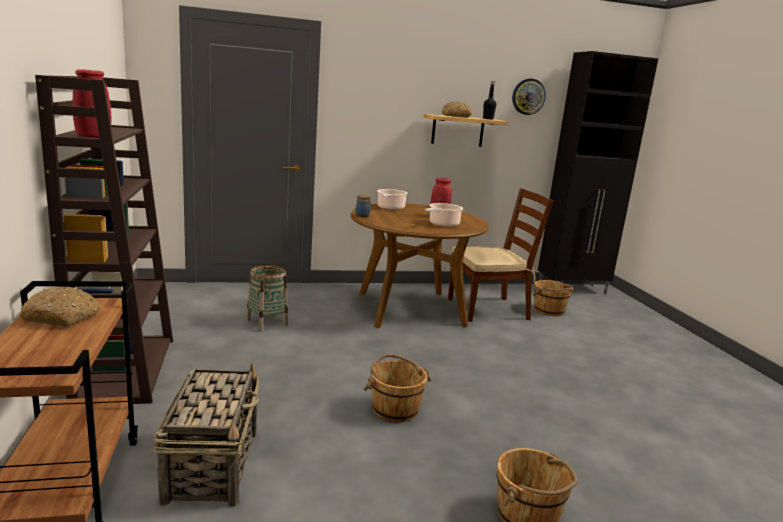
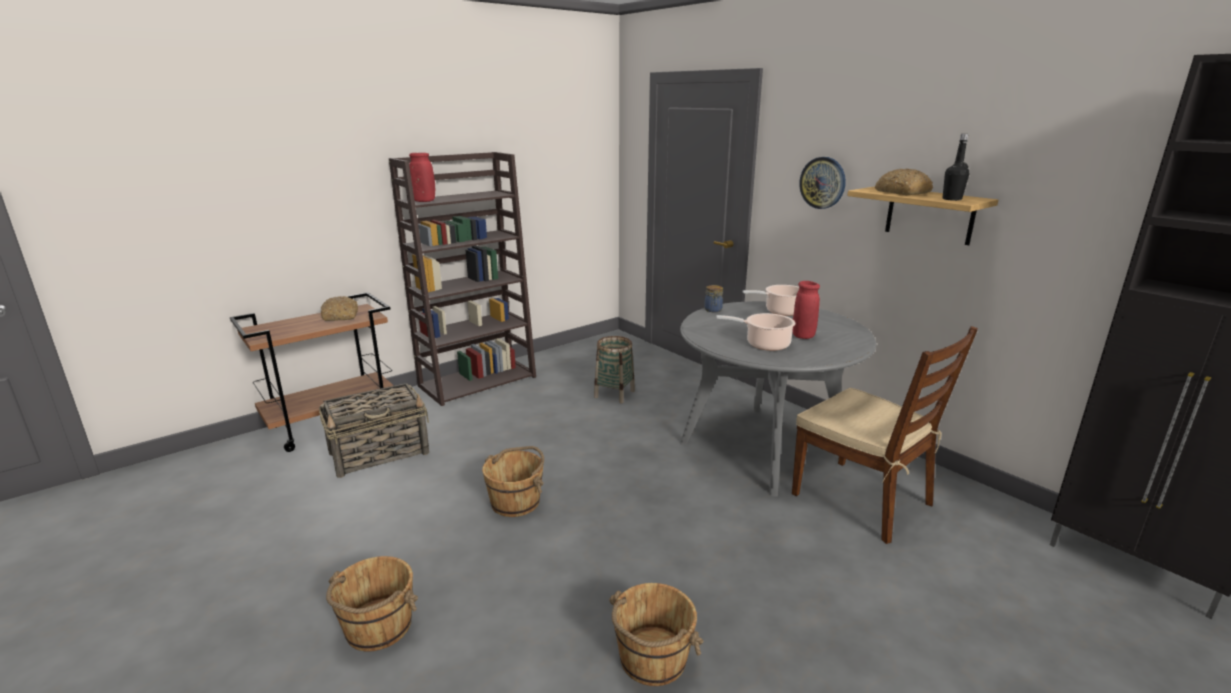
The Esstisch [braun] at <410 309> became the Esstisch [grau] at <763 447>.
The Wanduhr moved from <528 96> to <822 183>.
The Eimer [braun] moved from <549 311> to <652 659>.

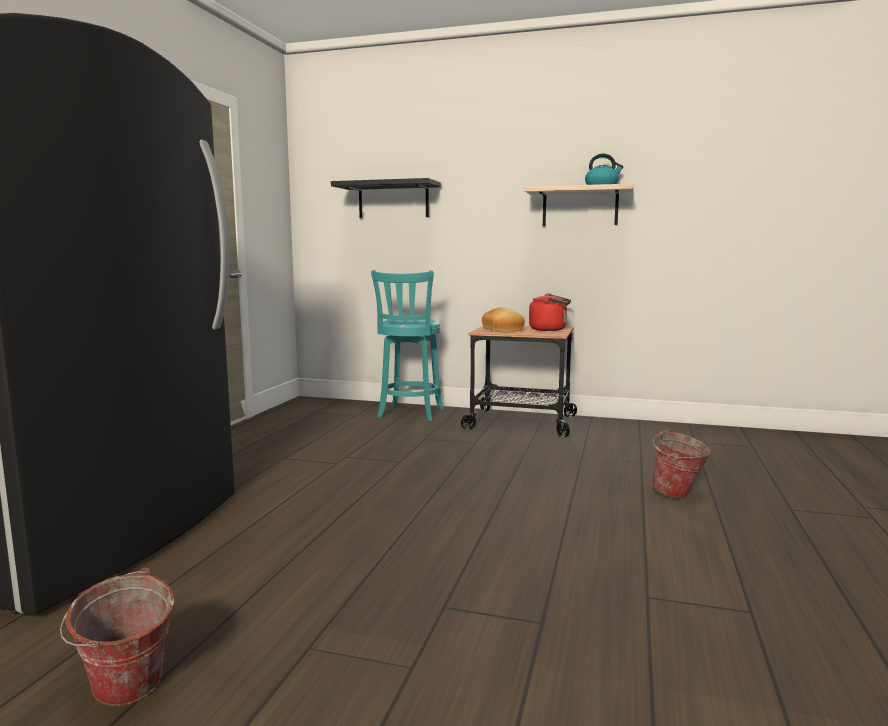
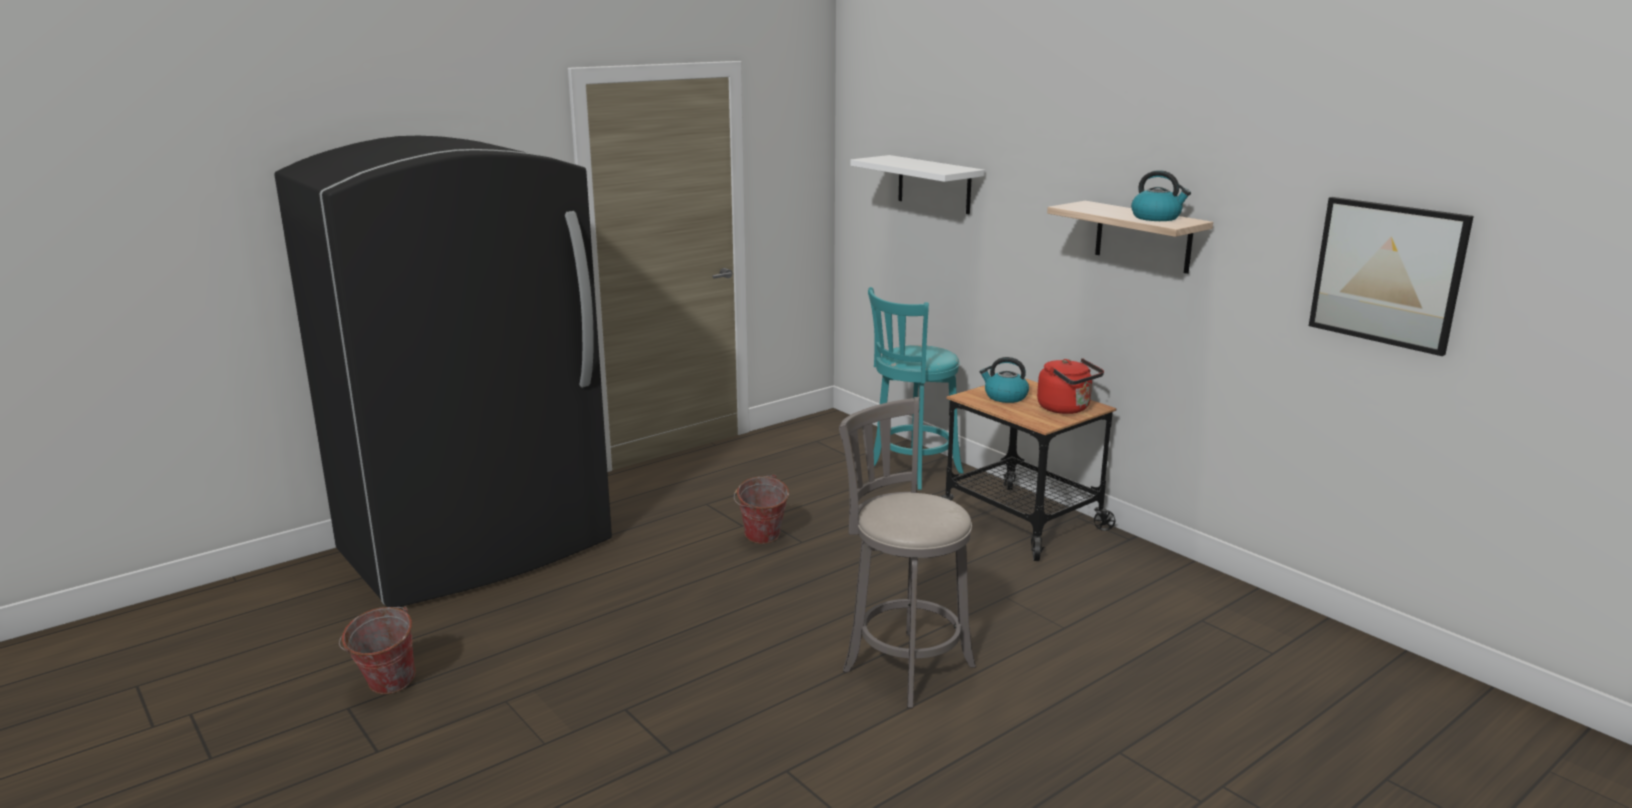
The Wandregal [schwarz] at <393 200> became the Wandregal [weiß] at <934 184>.
The Brot at <503 330> was replaced by the Wasserkessel at <1005 397>.
The Eimer moved from <678 495> to <761 540>.
The Hocker [grau] at <903 665> appeared.
The Bild at <1387 273> appeared.

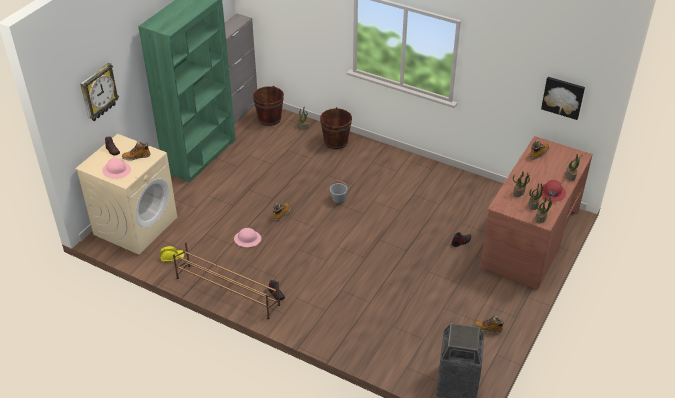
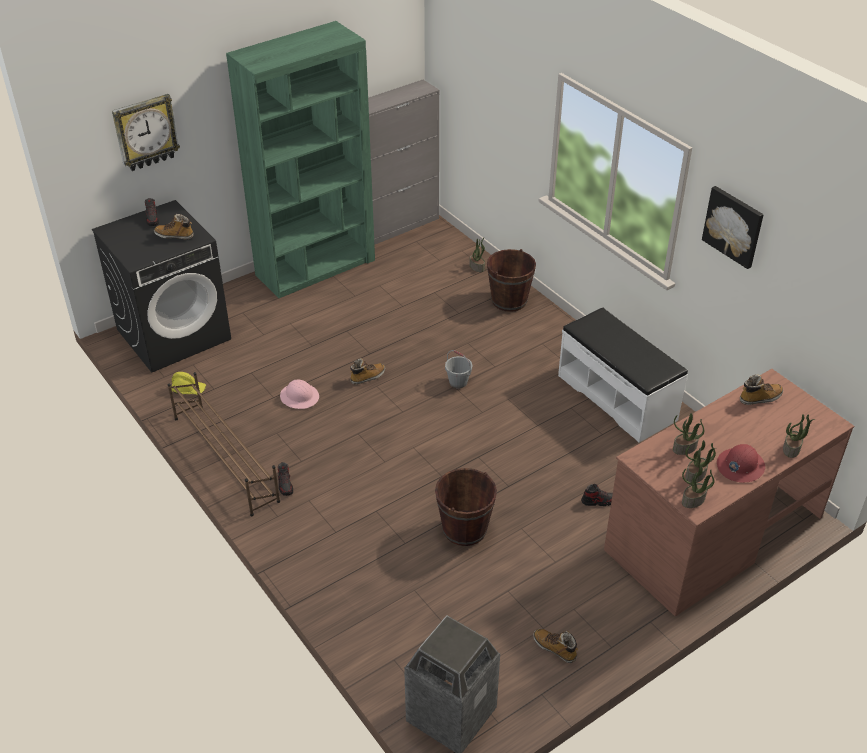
The Waschmaschine [beige] at <136 225> became the Waschmaschine [schwarz] at <174 334>.
The Schutzhelm [rosa] at <116 170> disappeared.
The Eimer [braun] moved from <269 119> to <464 529>.
The Bild moved from <563 97> to <734 226>.
The Bank [weiß] at <617 397> appeared.

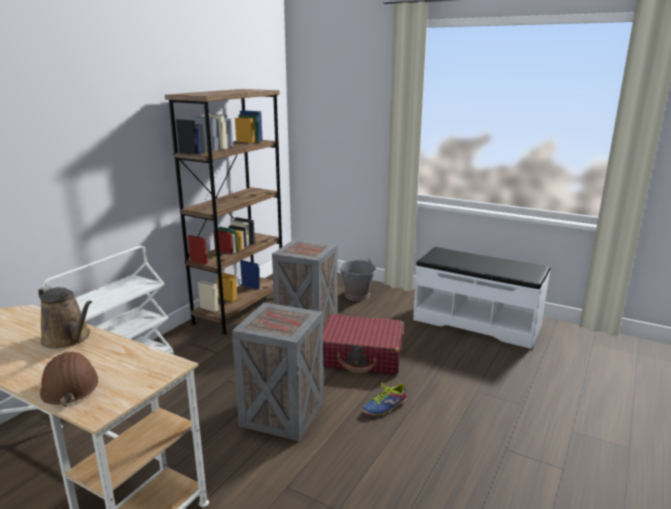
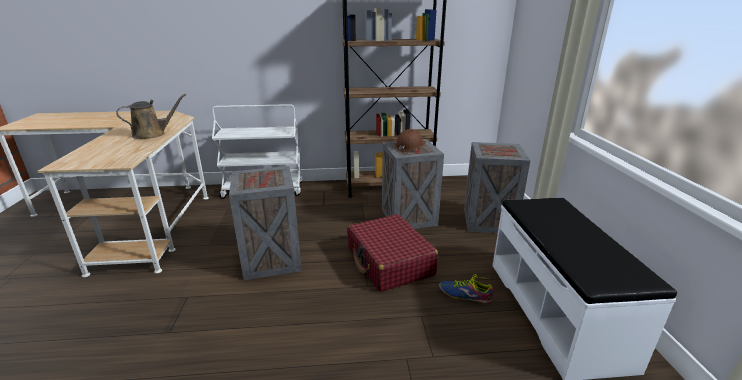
The Gießkanne [braun] at <69 338> turned 120 degrees counterclockwise.
The Schutzhelm [braun] moved from <70 385> to <410 146>.
The Eimer [grau] at <356 295> was replaced by the Kiste at <487 220>.
The Schuh moved from <385 406> to <465 295>.

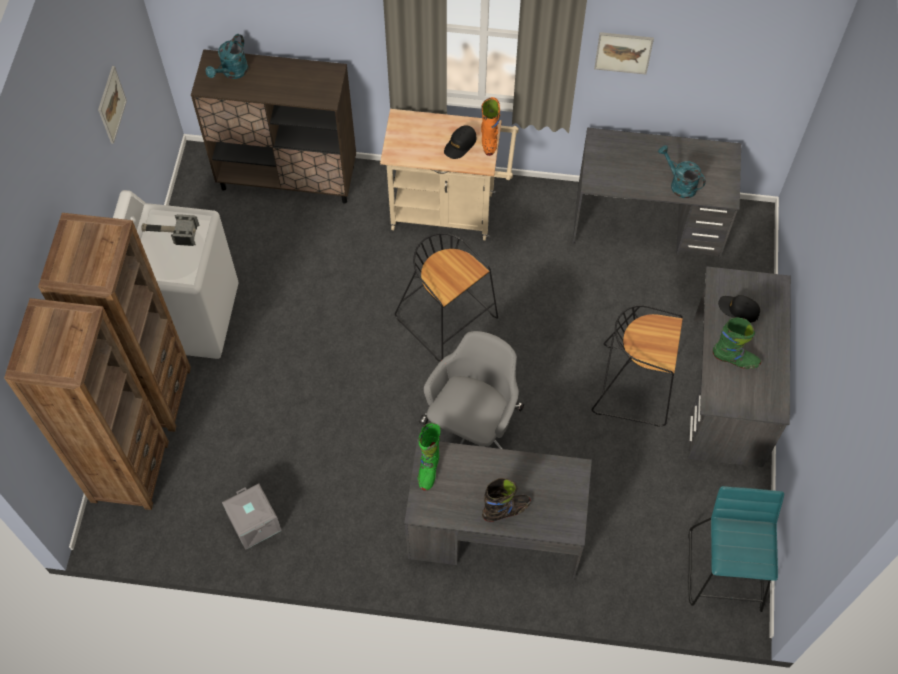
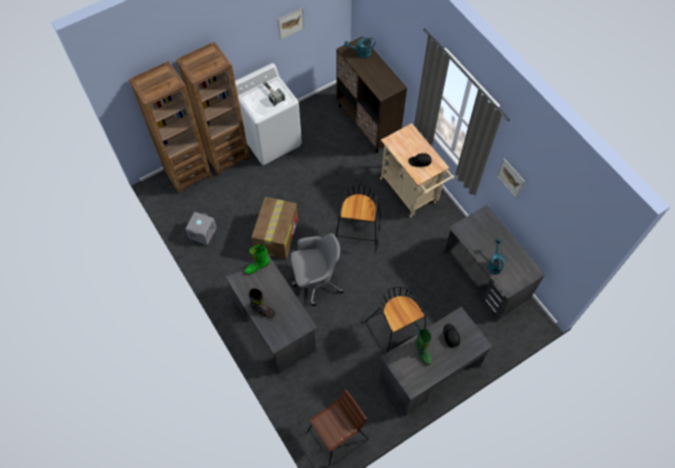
The Stiefel [orange] at <489 139> disappeared.
The Hocker [türkis] at <726 570> became the Hocker [braun] at <337 435>.
The Karton at <276 235> appeared.

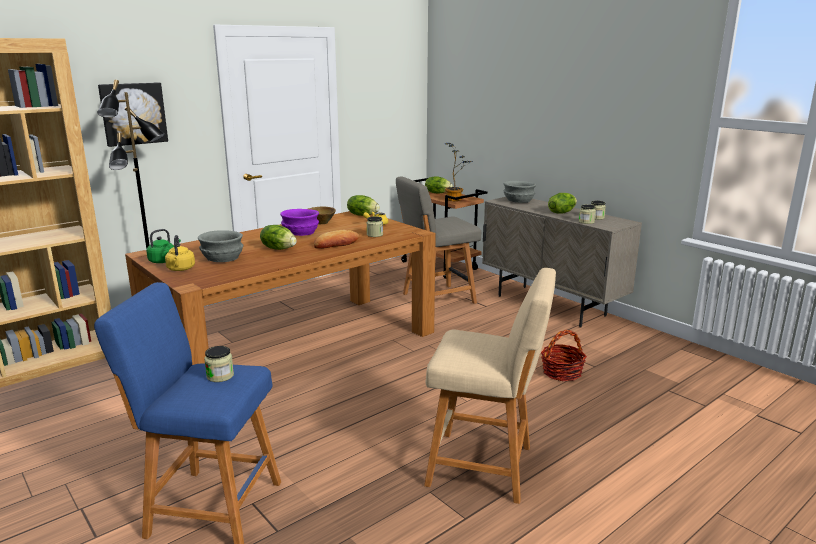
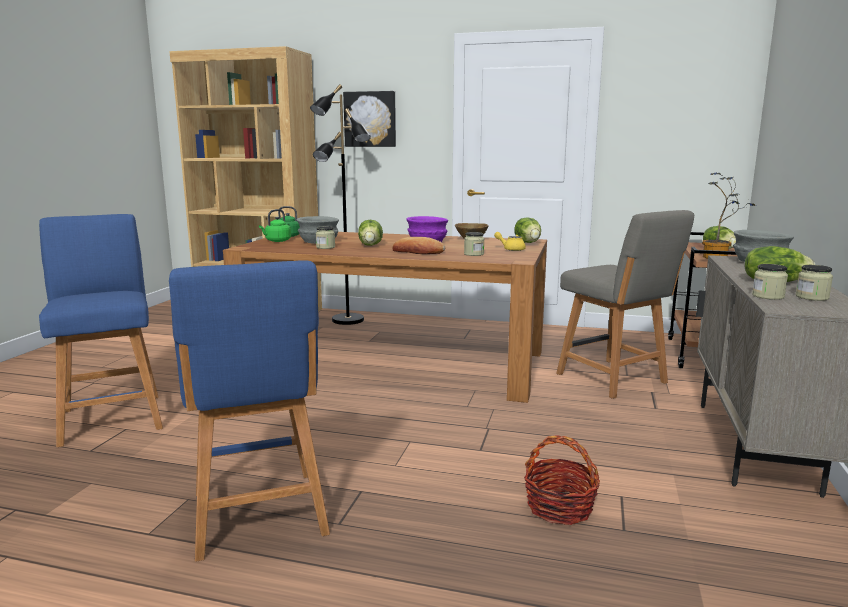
The Wasserkessel [gelb] at <180 269> became the Wasserkessel [grün] at <277 241>.
The Vorratsglas moved from <220 376> to <325 247>.
The Stuhl [grau] at <436 299> turned 150 degrees counterclockwise.
The Hocker [beige] at <486 467> became the Hocker [blau] at <259 517>.

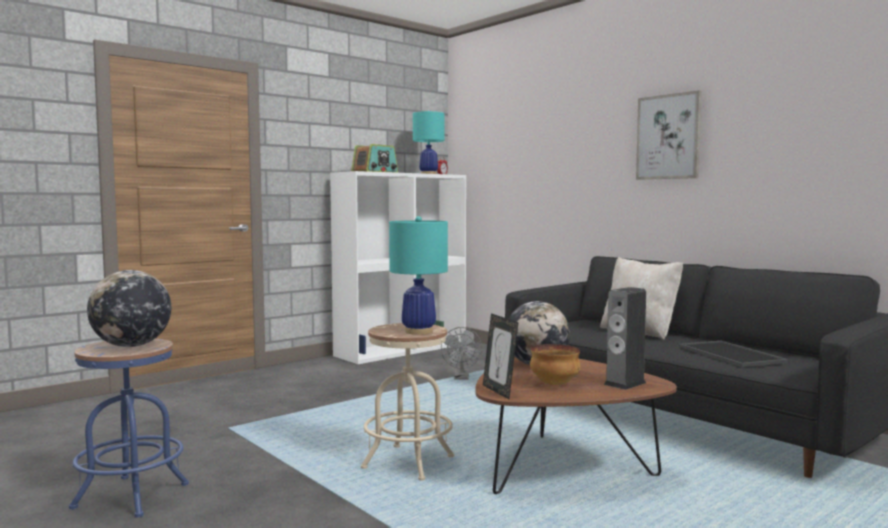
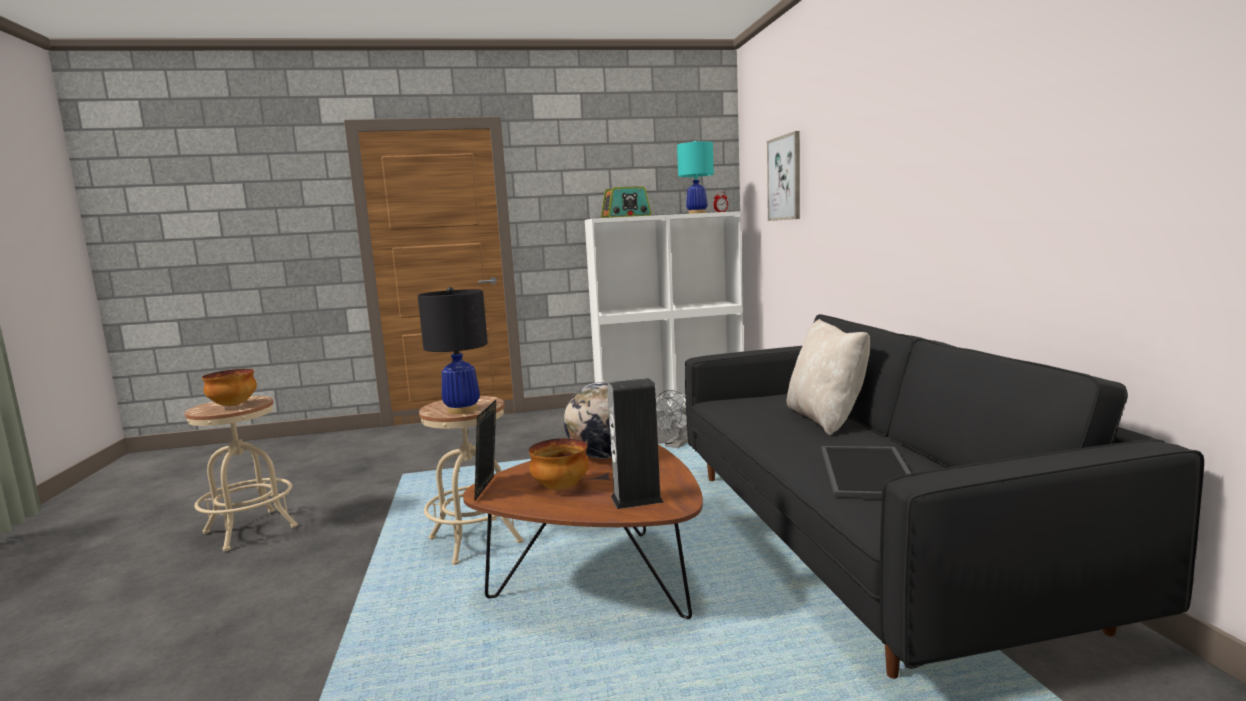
The Hocker [blau] at <131 496> became the Hocker [beige] at <250 530>.
The Globus at <131 346> was replaced by the Schüssel at <233 405>.
The Tischlampe [türkis] at <418 331> became the Tischlampe [schwarz] at <462 409>.
The Bild moved from <668 137> to <785 178>.

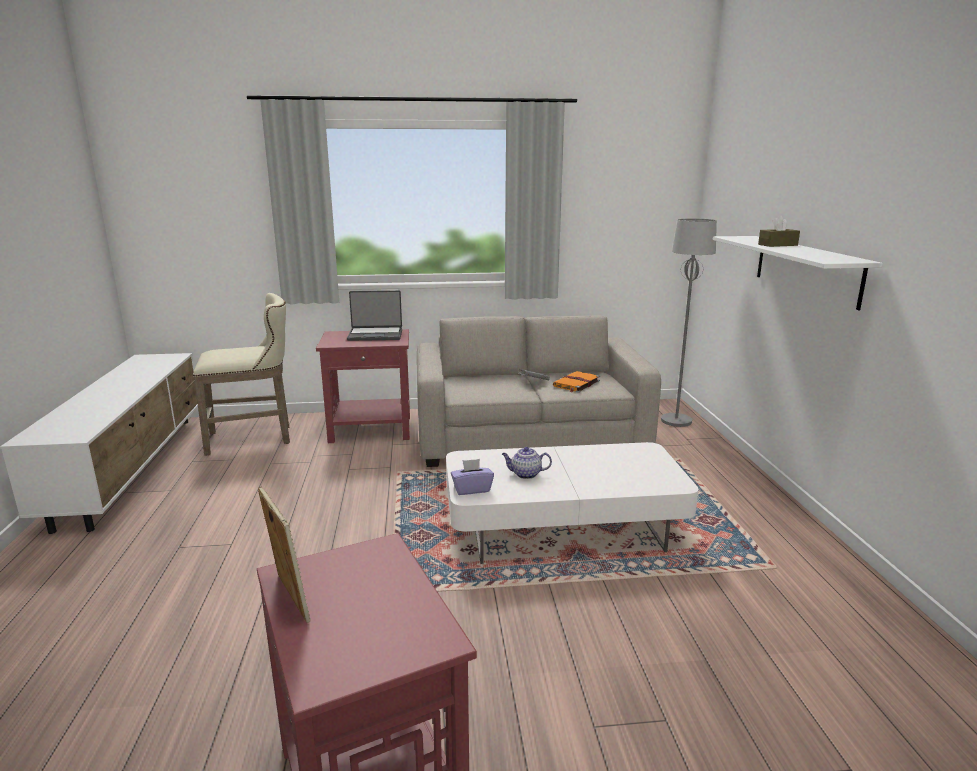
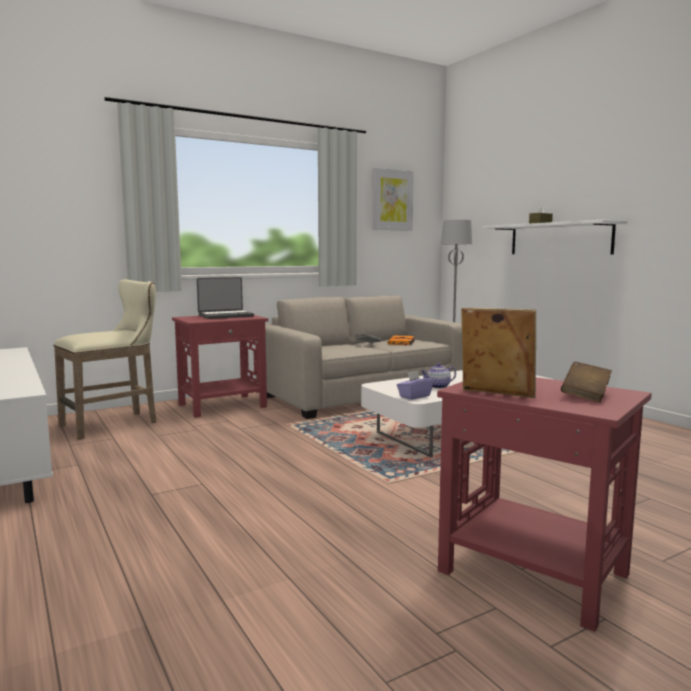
The Bild at <392 200> appeared.
The Buch [braun] at <585 395> appeared.

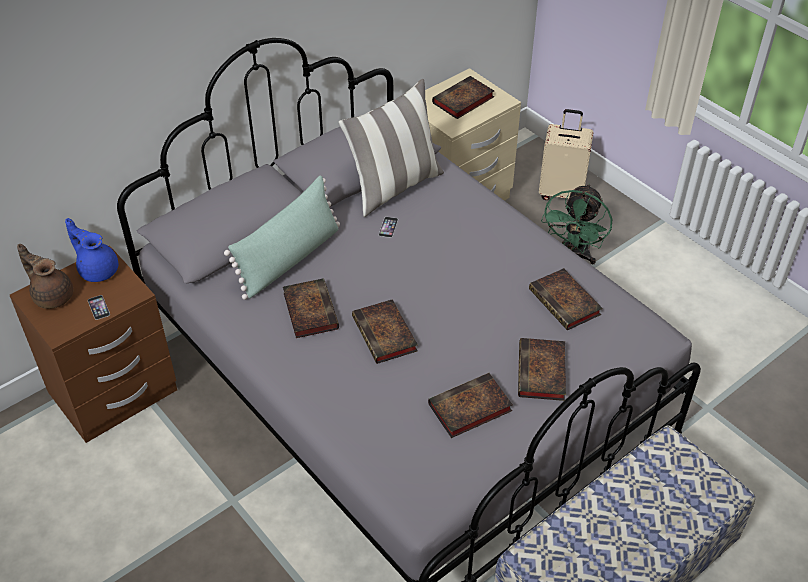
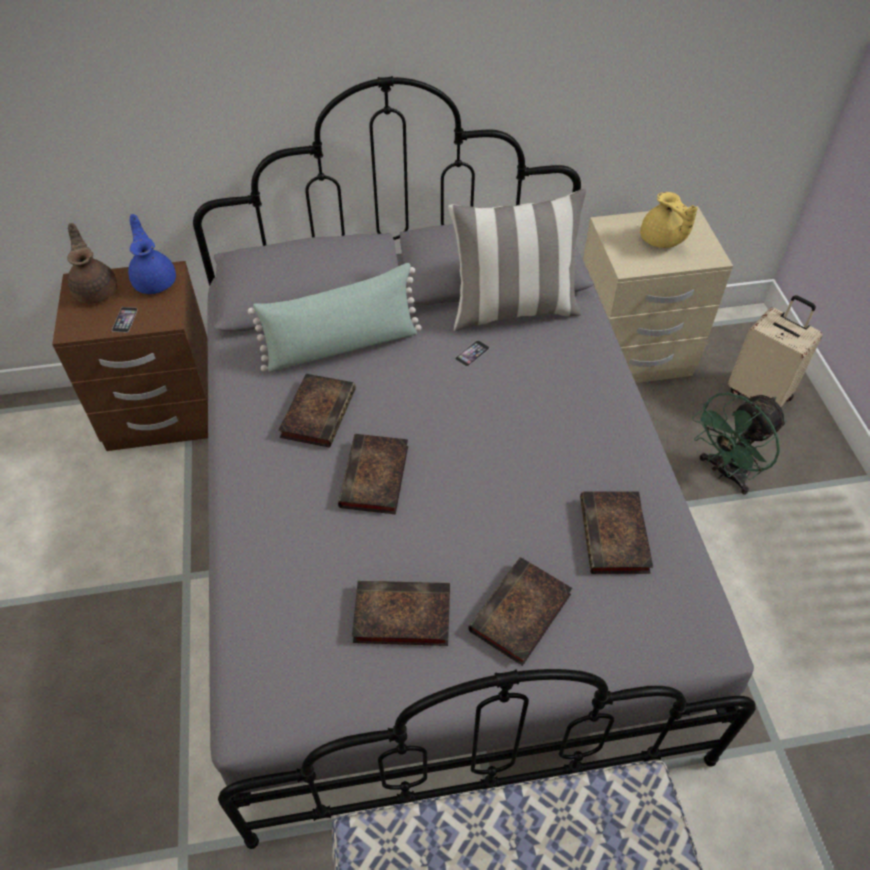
The Buch at <462 101> was replaced by the Teekanne [gelb] at <661 241>.

